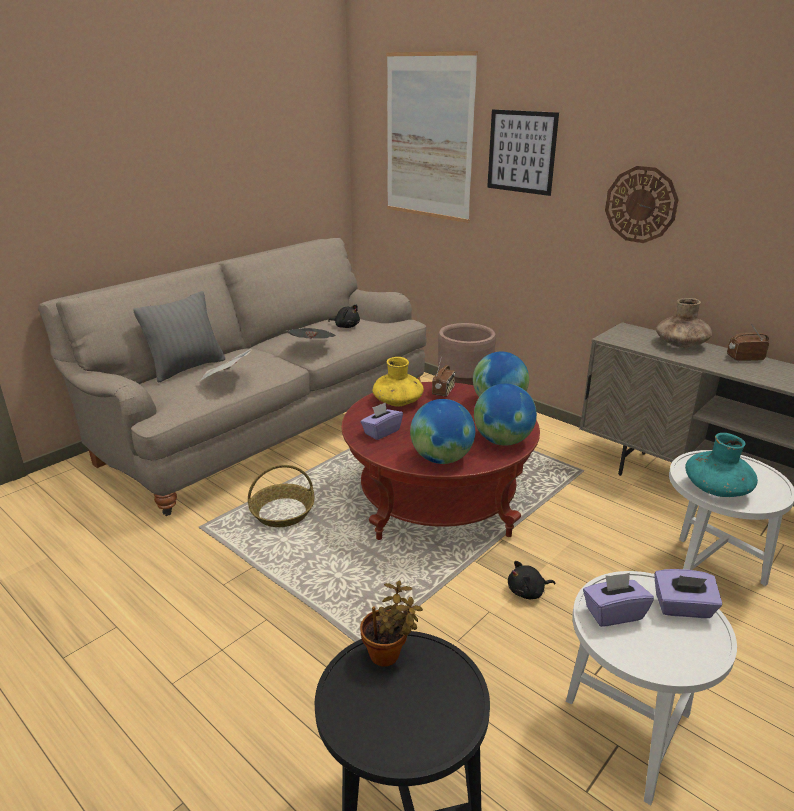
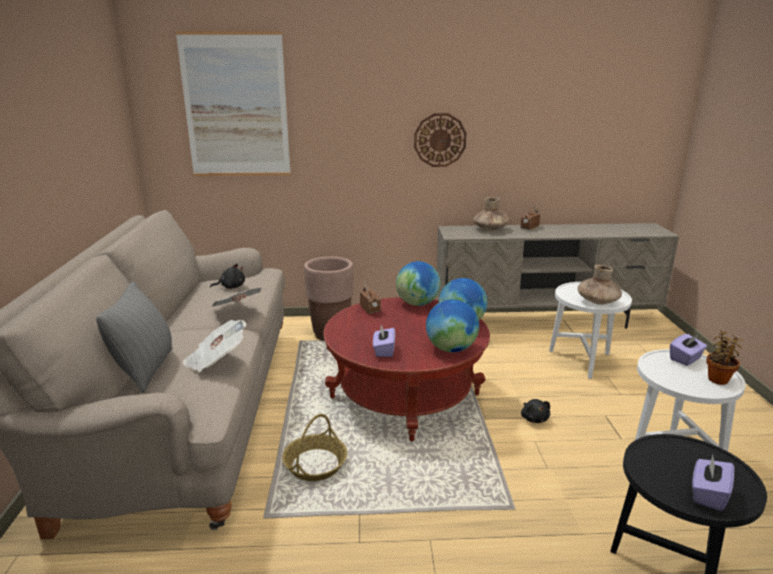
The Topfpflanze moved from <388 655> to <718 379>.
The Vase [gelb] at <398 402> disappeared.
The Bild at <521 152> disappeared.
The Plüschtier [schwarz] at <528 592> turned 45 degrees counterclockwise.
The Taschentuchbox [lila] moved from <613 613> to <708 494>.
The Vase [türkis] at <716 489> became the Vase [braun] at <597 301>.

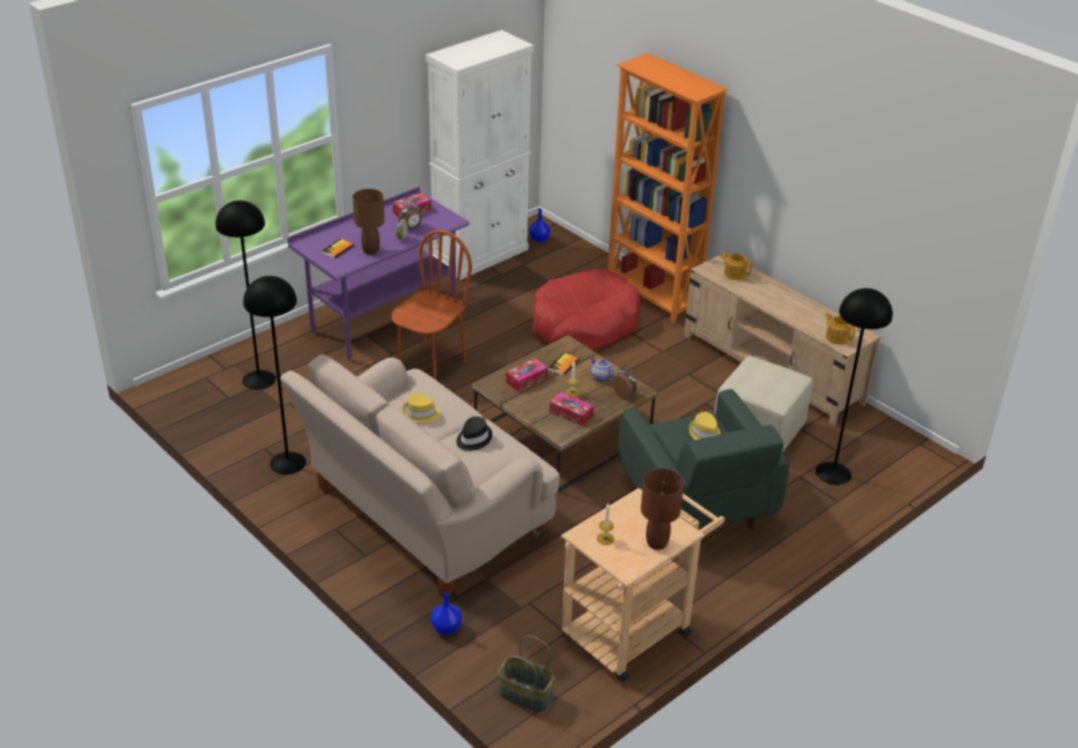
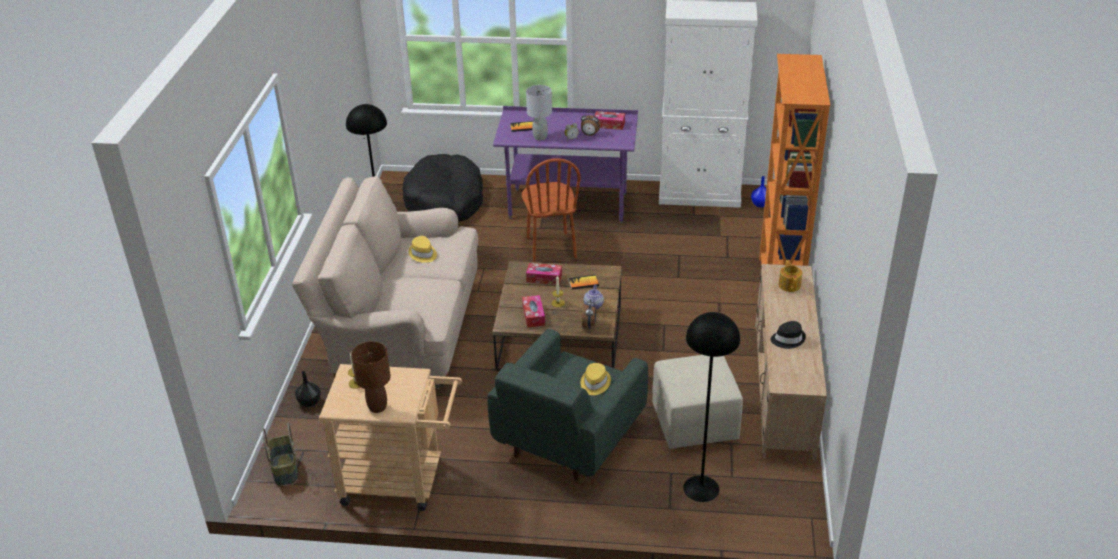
The Stehlampe [schwarz] at <258 379> was replaced by the Hundebett [schwarz] at <445 201>.
The Tischlampe [braun] at <371 251> became the Tischlampe [grau] at <540 137>.
The Stuhl [braun] at <430 366> turned 90 degrees clockwise.
The Vase [blau] at <446 629> became the Vase [schwarz] at <309 402>.
The Hut [schwarz] moved from <473 439> to <788 339>.
The Hundebett [rot] at <584 324> disappeared.
The Teekanne at <837 337> disappeared.

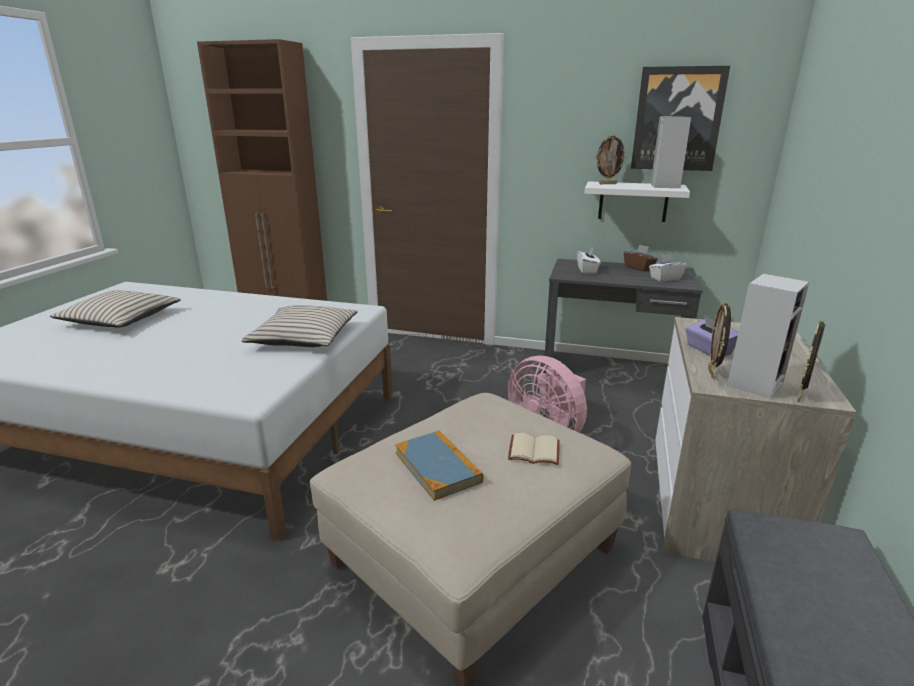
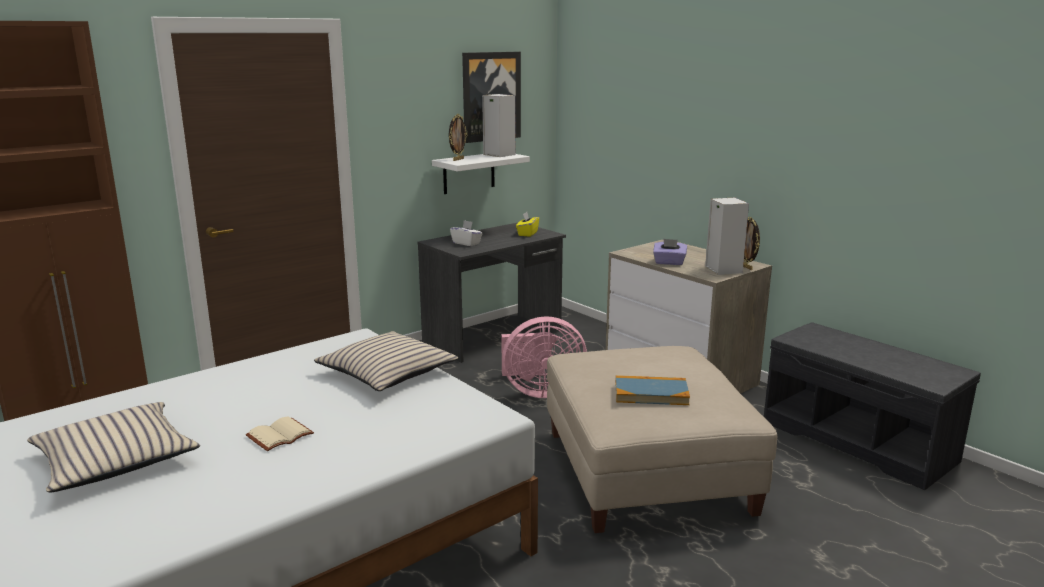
The Buch [beige] moved from <535 450> to <280 435>.
The Taschentuchbox [braun] at <639 268> disappeared.
The Taschentuchbox [weiß] at <665 278> became the Taschentuchbox [gelb] at <527 233>.
The Bilderrahmen at <712 373> disappeared.

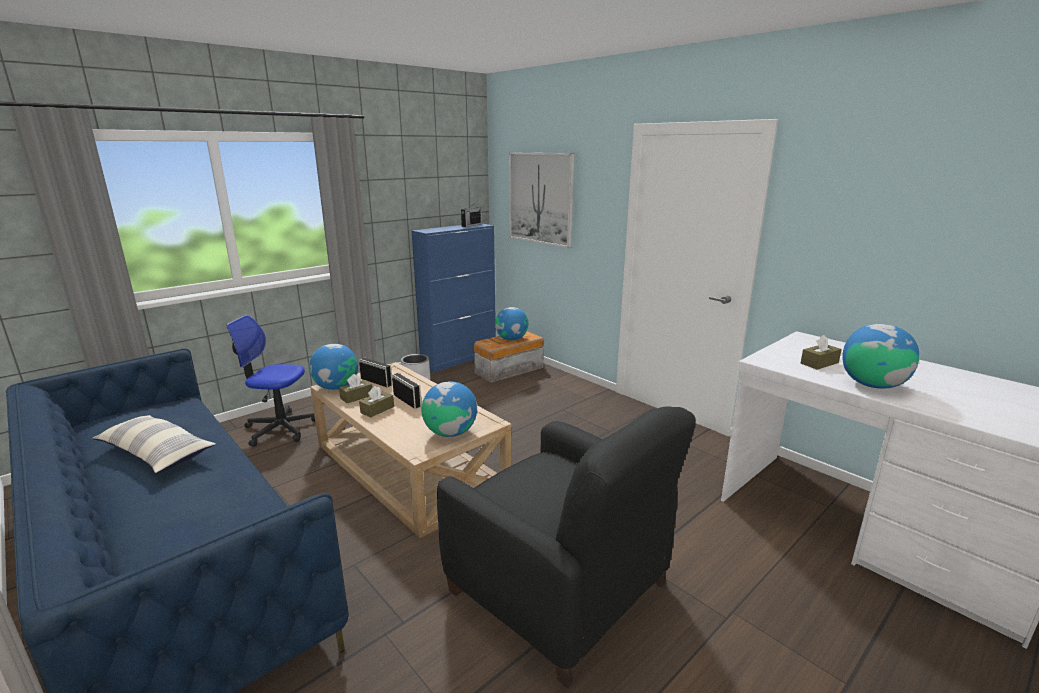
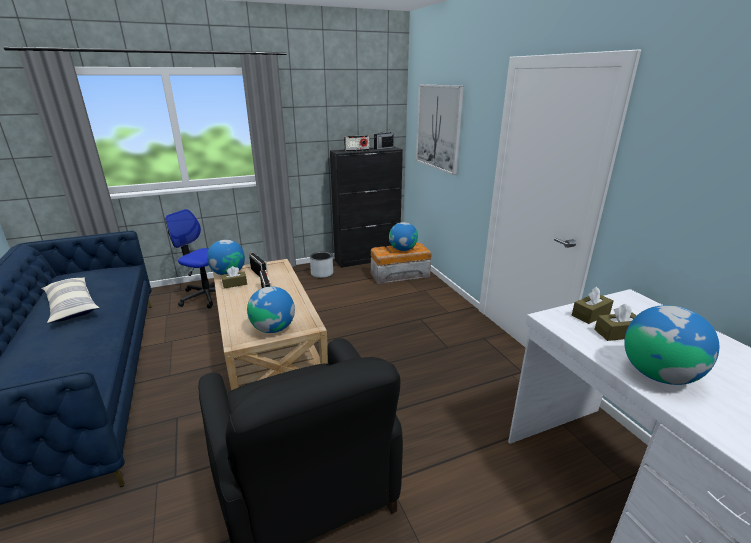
The Taschentuchbox [braun] moved from <377 410> to <590 314>.
The Schrank [blau] at <459 358> became the Schrank [schwarz] at <367 259>.
The Radio at <357 150> appeared.

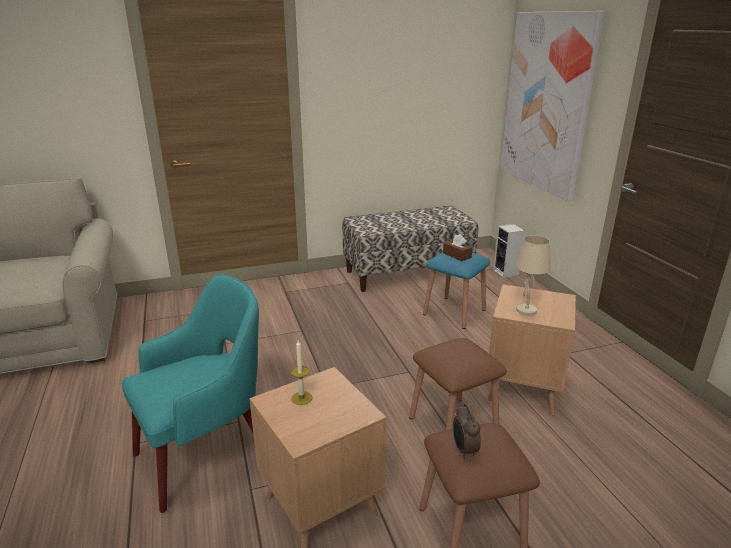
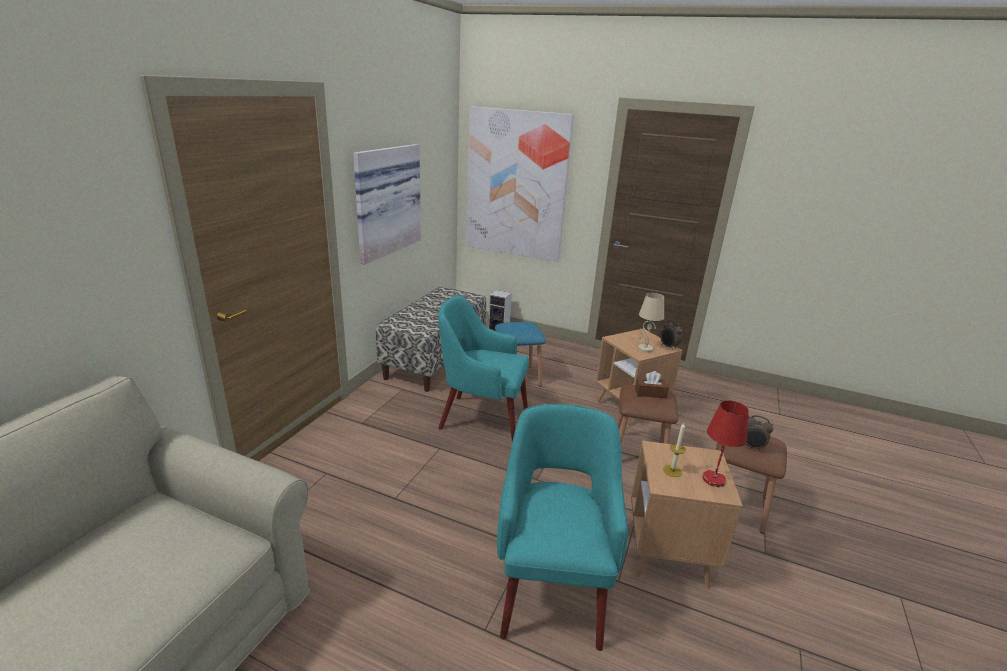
The Taschentuchbox [braun] moved from <457 255> to <650 393>.
The Bild at <385 201> appeared.
The Sessel [türkis] at <481 418> appeared.
The Wecker at <668 347> appeared.
The Tischlampe [rot] at <713 479> appeared.

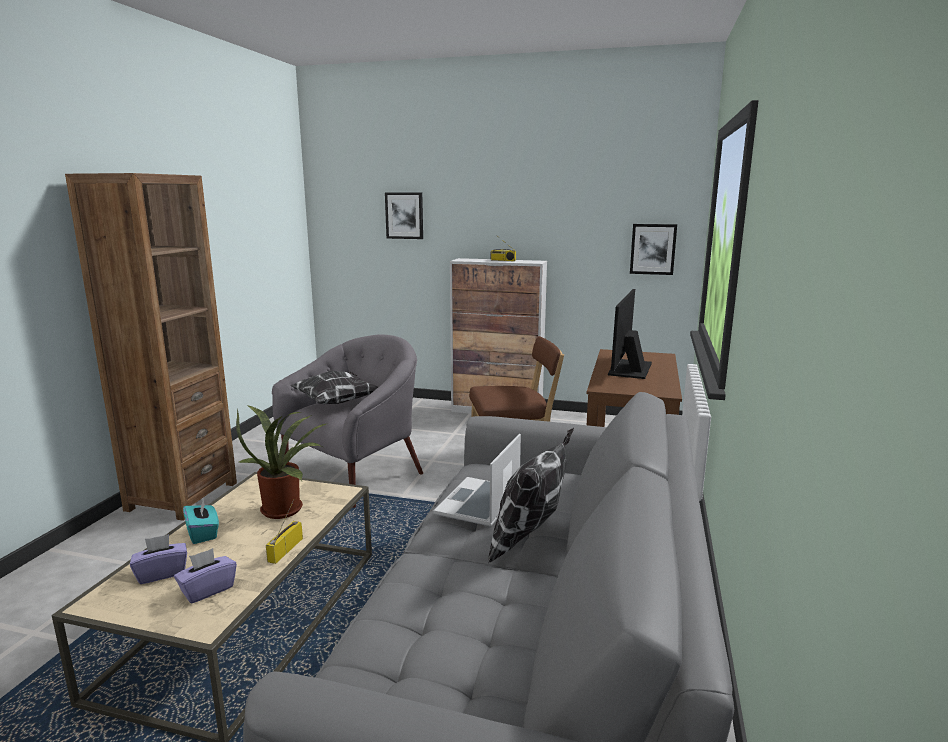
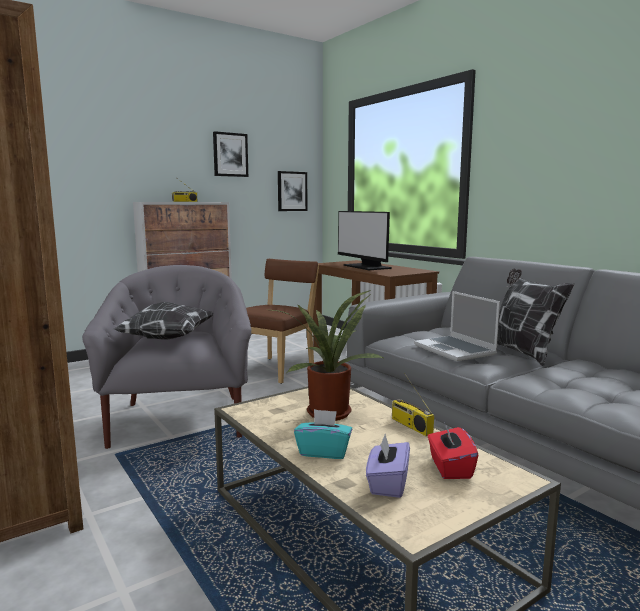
The Taschentuchbox [lila] at <207 590> became the Taschentuchbox [rot] at <450 468>.
The Bild moved from <404 215> to <230 154>.

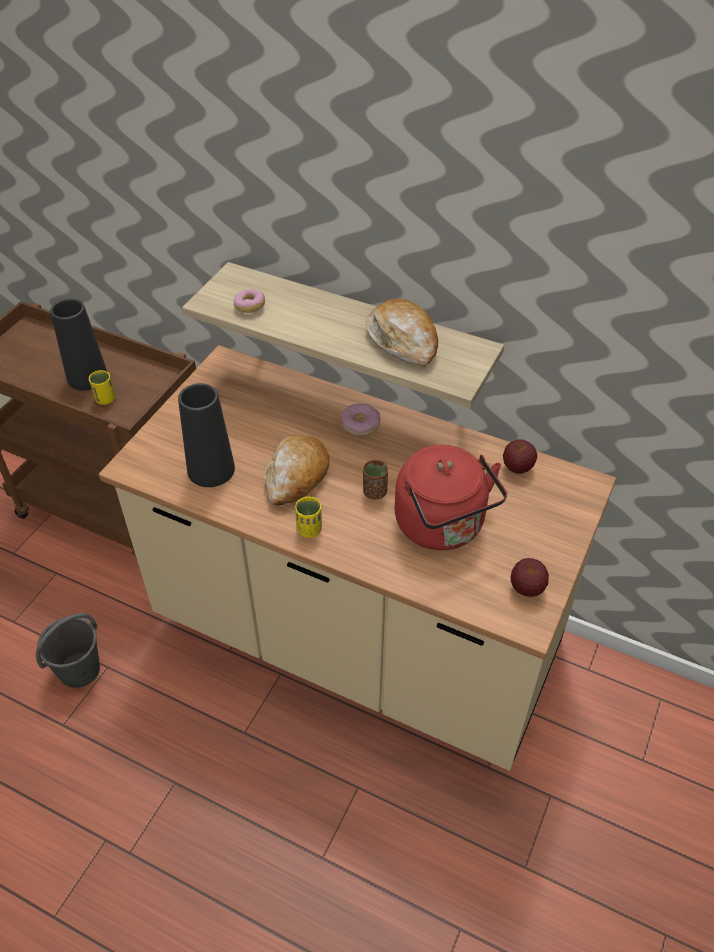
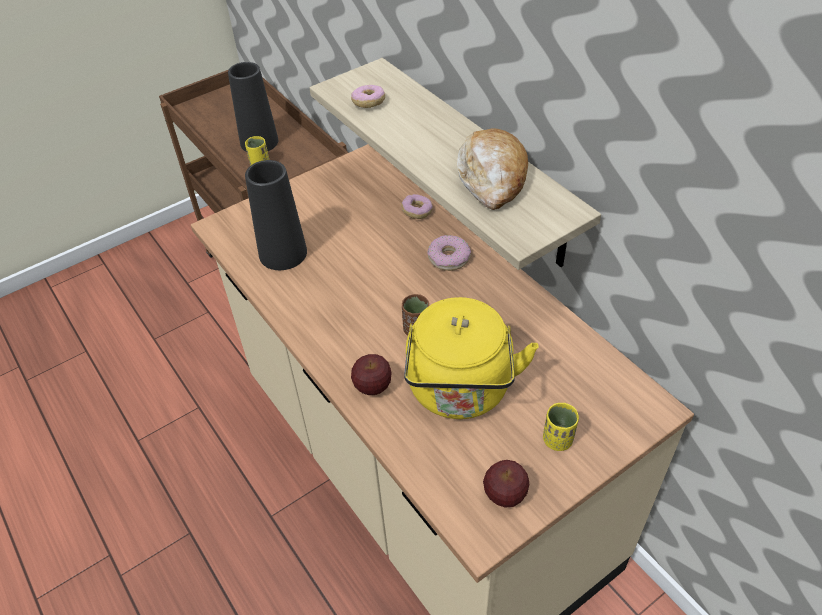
The Eimer [grau] at <80 669> disappeared.
The Brot at <296 476> disappeared.
The Tasse [gelb] moved from <309 529> to <557 440>.
The Wasserkessel [rot] at <443 527> became the Wasserkessel [gelb] at <460 392>.
The Apfel moved from <517 467> to <372 386>.
The Donut at <417 212> appeared.

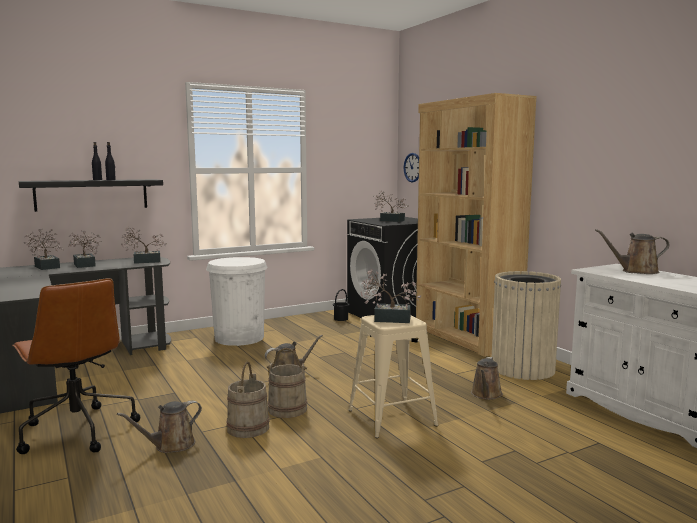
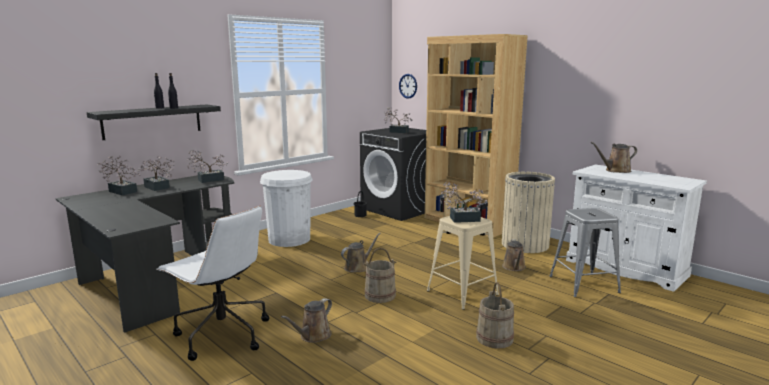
The Bürostuhl [braun] at <76 431> became the Bürostuhl [weiß] at <221 335>.
The Eimer [beige] moved from <248 428> to <495 338>.
The Hocker [grau] at <583 284> appeared.

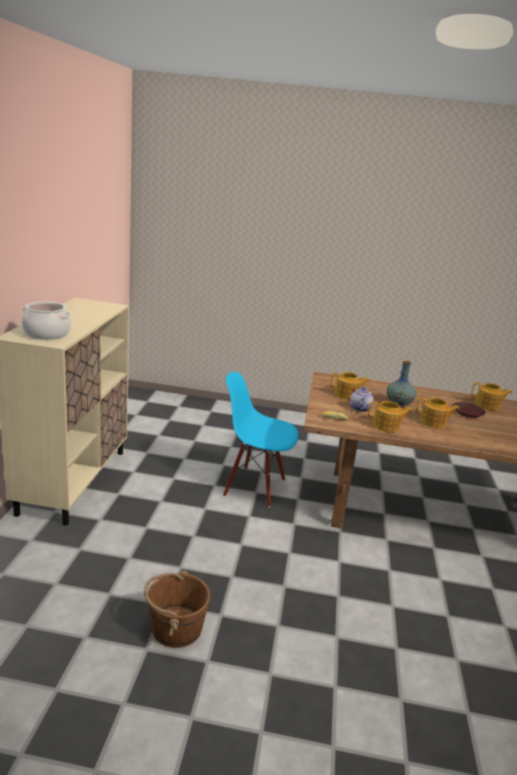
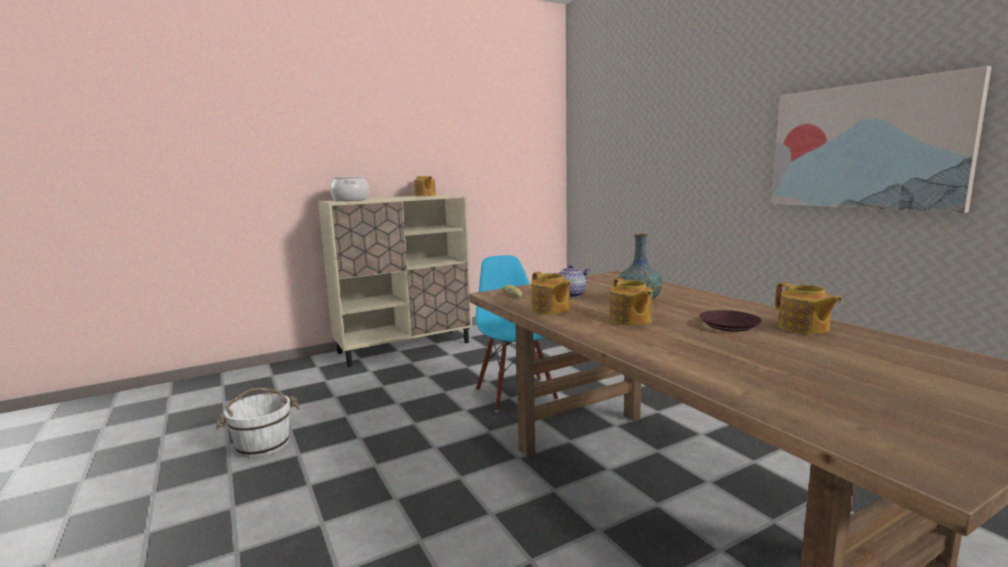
The Eimer [braun] at <175 628> became the Eimer [weiß] at <263 444>.
The Teekanne moved from <347 395> to <425 195>.
The Bild at <865 146> appeared.

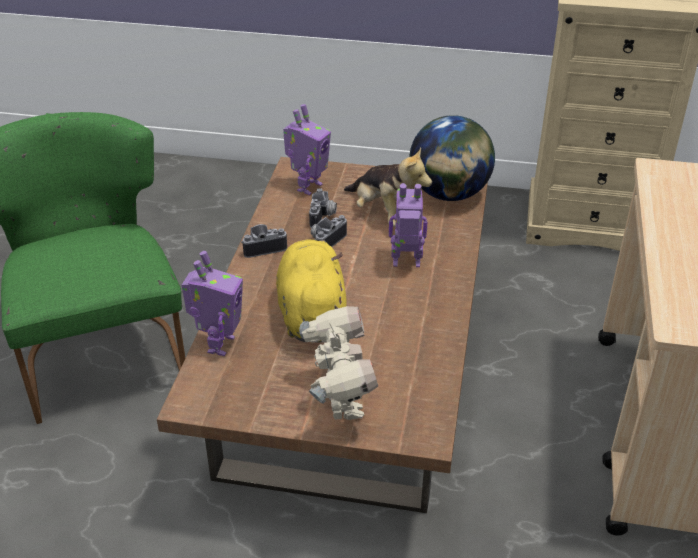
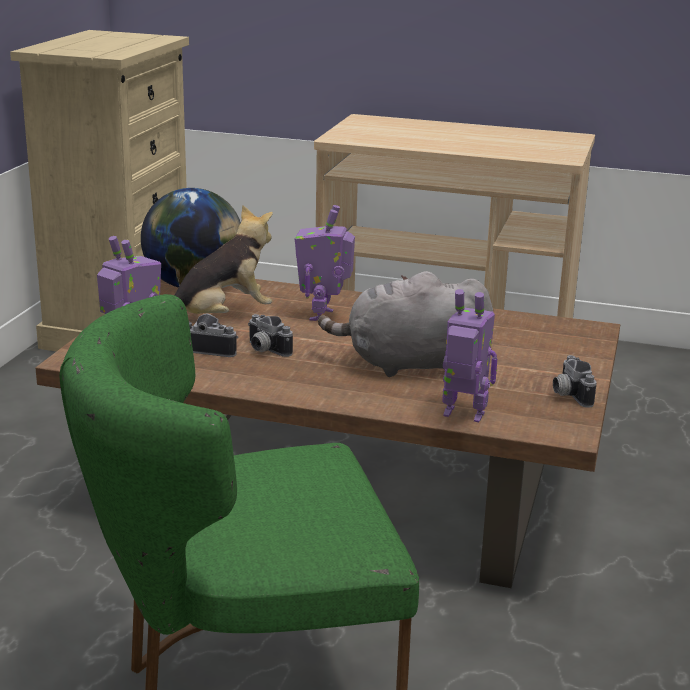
The Kamera moved from <263 247> to <568 395>.
The Plüschtier [gelb] at <312 314> became the Plüschtier [grau] at <410 365>.
The Spielzeugroboter at <339 403> disappeared.

